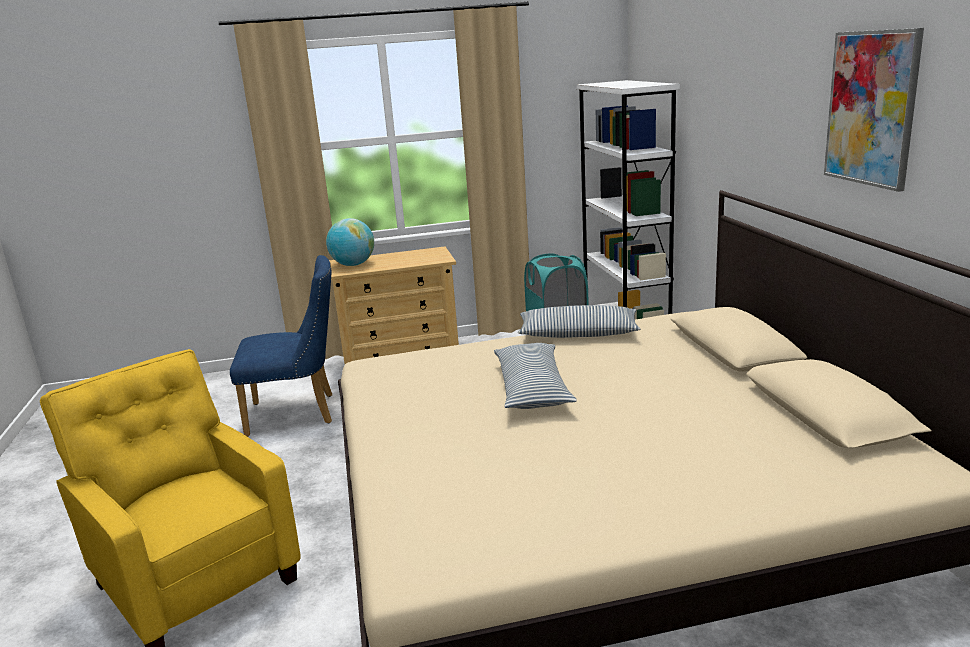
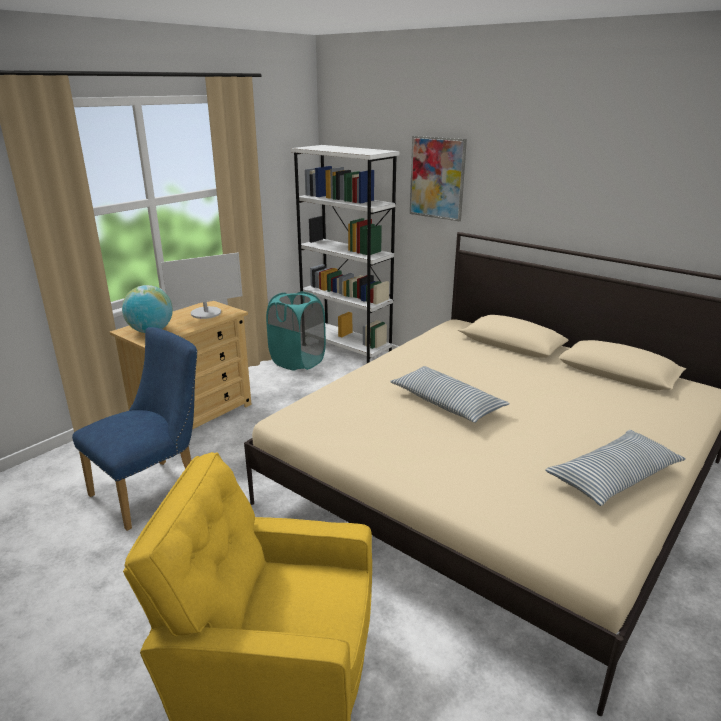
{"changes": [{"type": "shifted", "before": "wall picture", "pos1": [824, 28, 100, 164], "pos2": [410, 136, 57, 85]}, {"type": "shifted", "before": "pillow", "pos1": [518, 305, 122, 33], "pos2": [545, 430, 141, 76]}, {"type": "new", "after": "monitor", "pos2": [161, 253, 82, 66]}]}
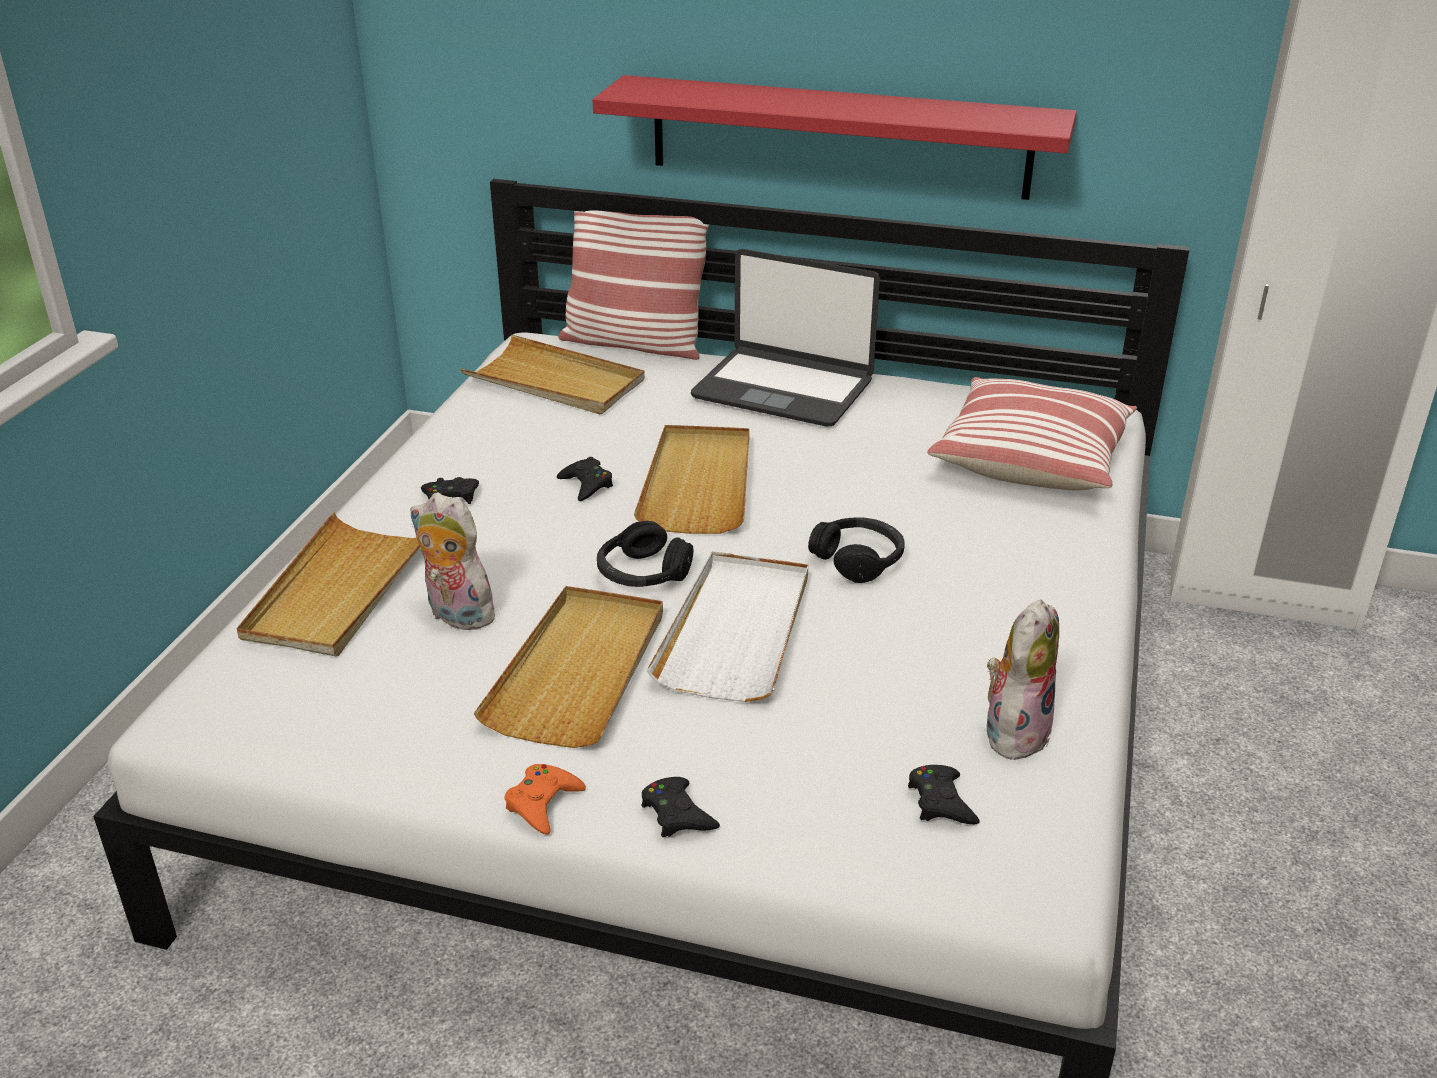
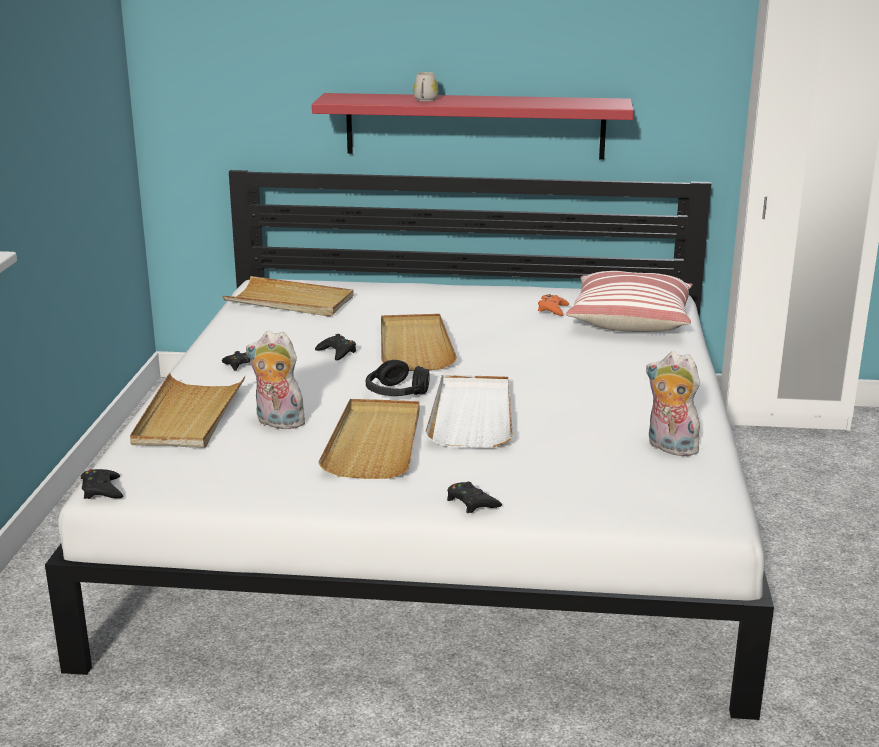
{"changes": [{"type": "gone", "before": "pillow", "pos1": [558, 210, 151, 150]}, {"type": "gone", "before": "laptop", "pos1": [691, 249, 189, 178]}, {"type": "gone", "before": "headphones/black", "pos1": [808, 517, 97, 66]}, {"type": "rotated", "before": "soft toy", "pos1": [987, 599, 72, 161], "pos2": [646, 352, 54, 104], "turn": -75}, {"type": "shifted", "before": "gamepad/orange", "pos1": [504, 764, 82, 71], "pos2": [538, 294, 31, 22]}, {"type": "shifted", "before": "gamepad/black", "pos1": [908, 765, 72, 60], "pos2": [81, 469, 42, 30]}, {"type": "new", "after": "tea mug/whitish", "pos2": [413, 72, 25, 29]}]}
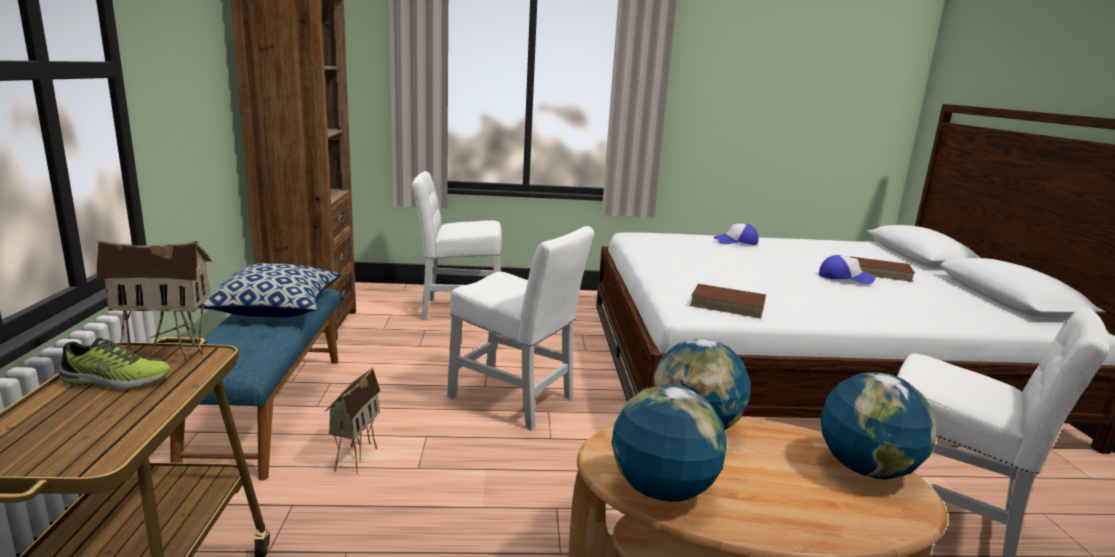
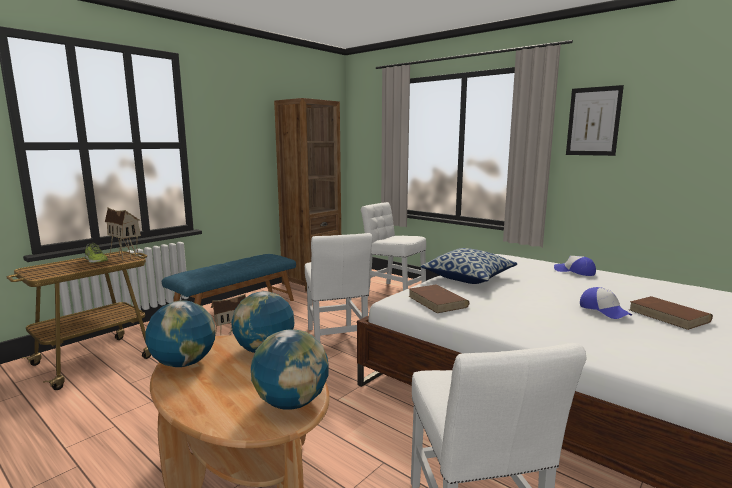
{"changes": [{"type": "shifted", "before": "pillow", "pos1": [199, 263, 142, 55], "pos2": [420, 248, 98, 36]}, {"type": "new", "after": "wall picture", "pos2": [566, 85, 58, 71]}]}
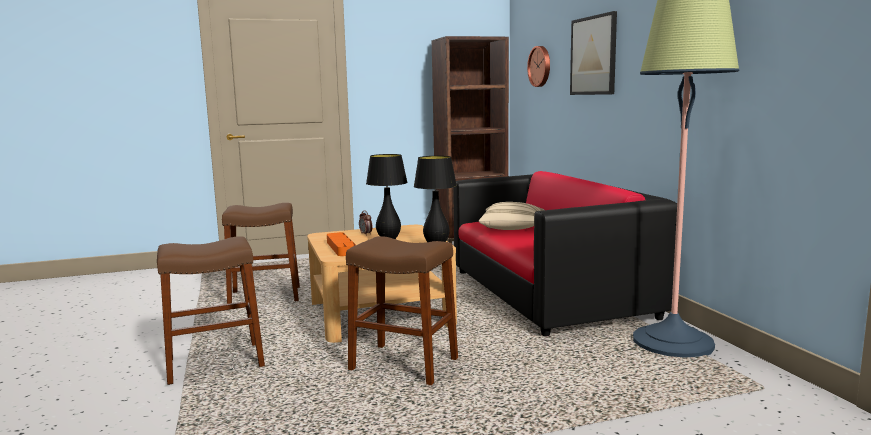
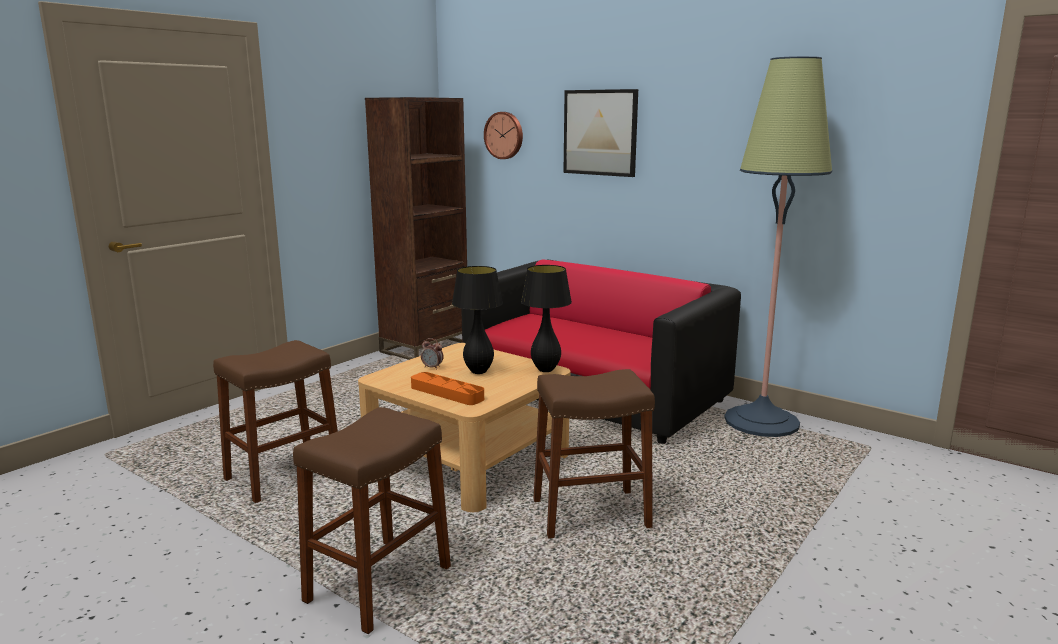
{"changes": [{"type": "gone", "before": "pillow/beige", "pos1": [479, 202, 65, 28]}]}
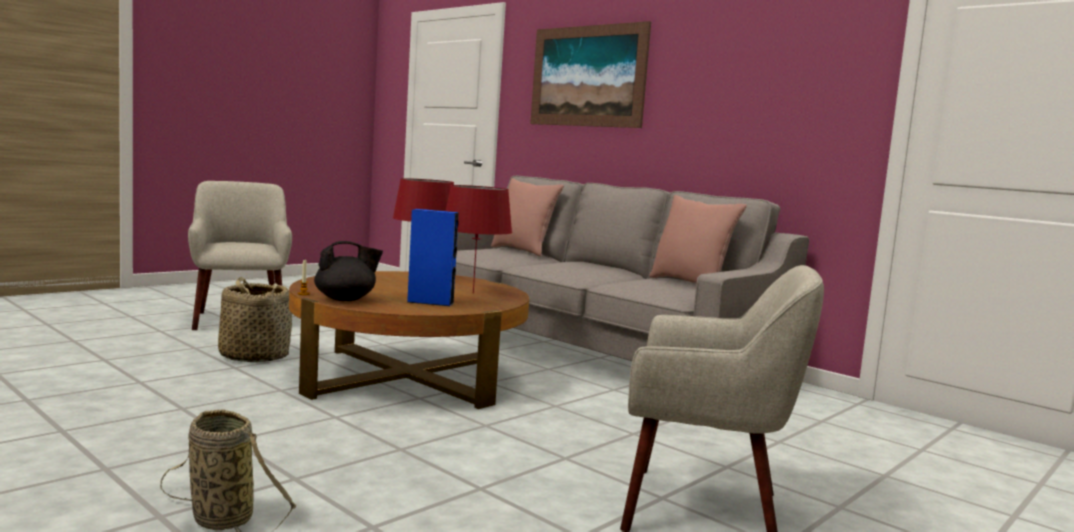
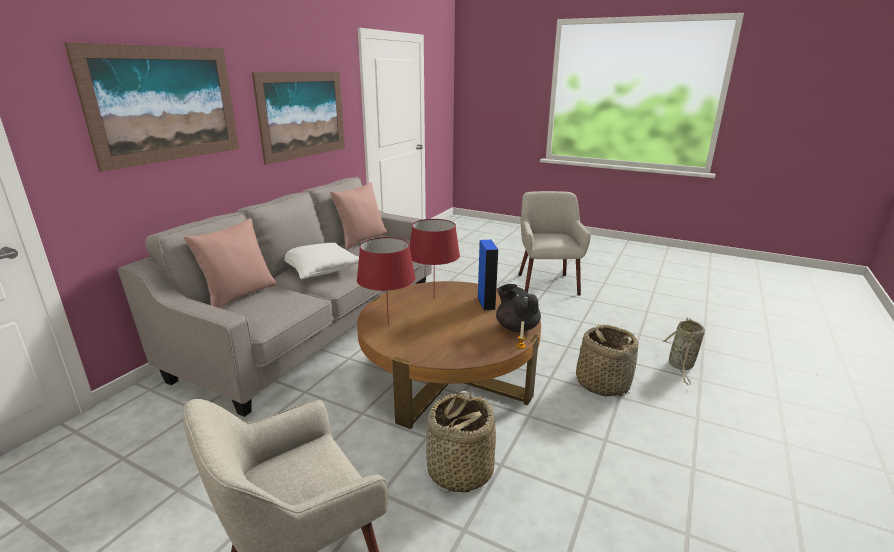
{"changes": [{"type": "new", "after": "wall picture", "pos2": [252, 72, 93, 93]}, {"type": "new", "after": "pillow/whitish", "pos2": [284, 243, 75, 36]}, {"type": "new", "after": "household basket", "pos2": [576, 324, 63, 72]}]}
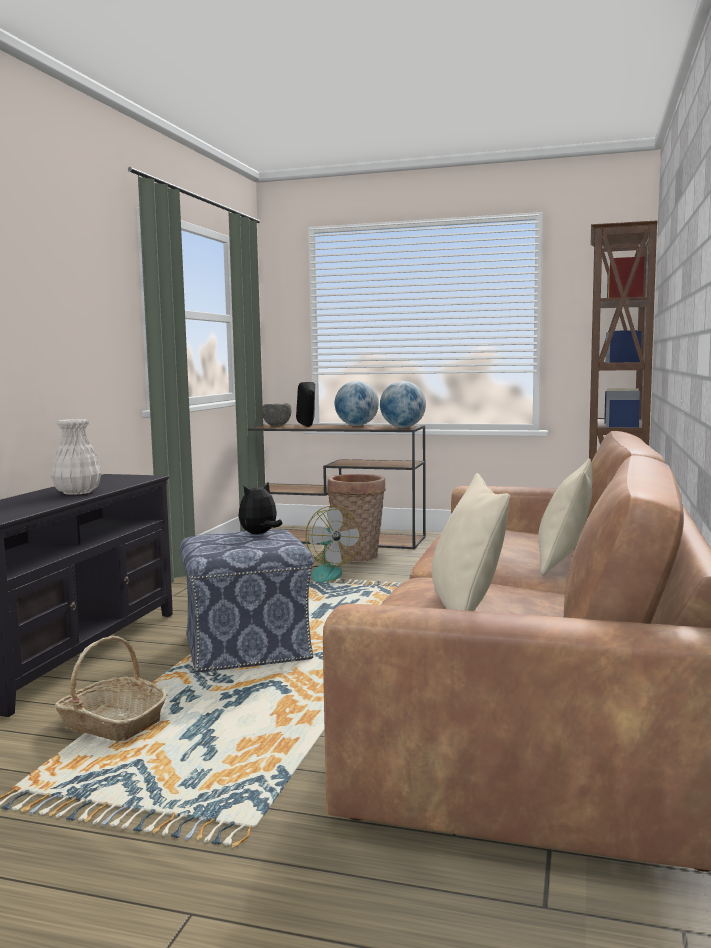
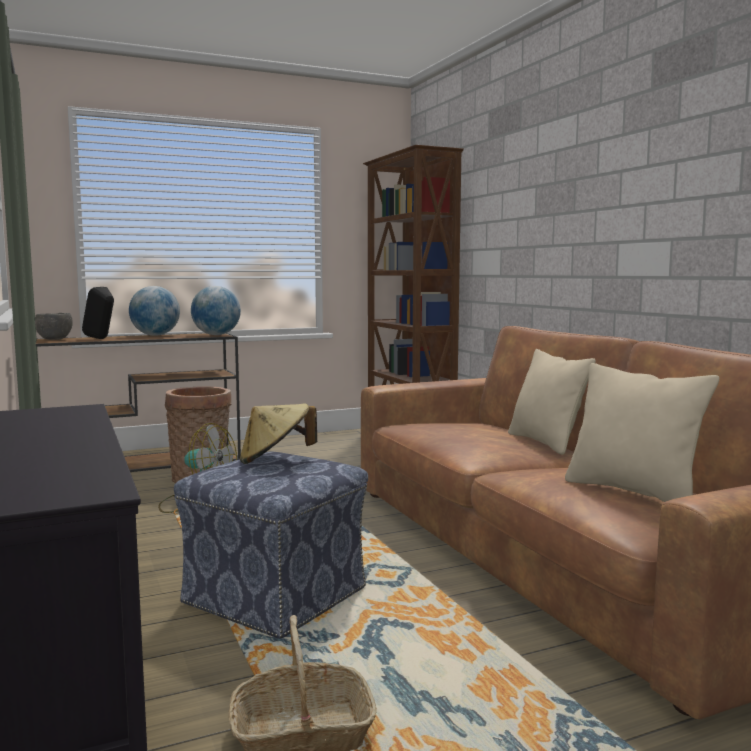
{"changes": [{"type": "gone", "before": "vase/whitish", "pos1": [51, 419, 51, 76]}, {"type": "swapped", "before": "soft toy", "after": "clothing hat/beige", "pos1": [238, 482, 45, 52], "pos2": [240, 403, 77, 61]}]}
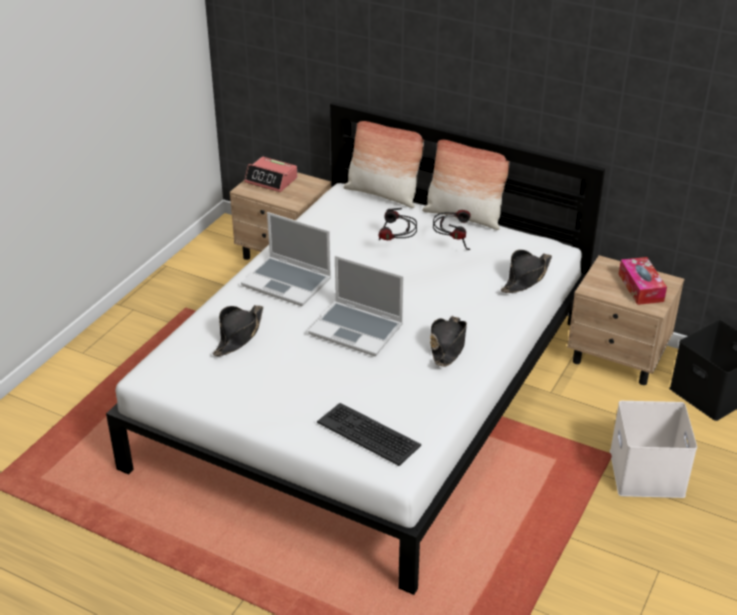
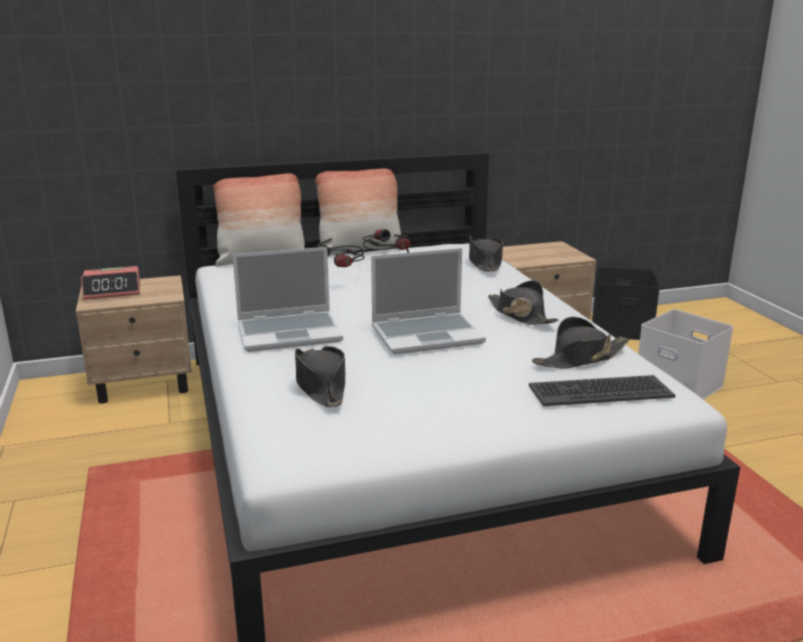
{"changes": [{"type": "gone", "before": "box of tissues", "pos1": [619, 257, 48, 48]}, {"type": "new", "after": "clothing hat/black", "pos2": [532, 317, 97, 51]}]}
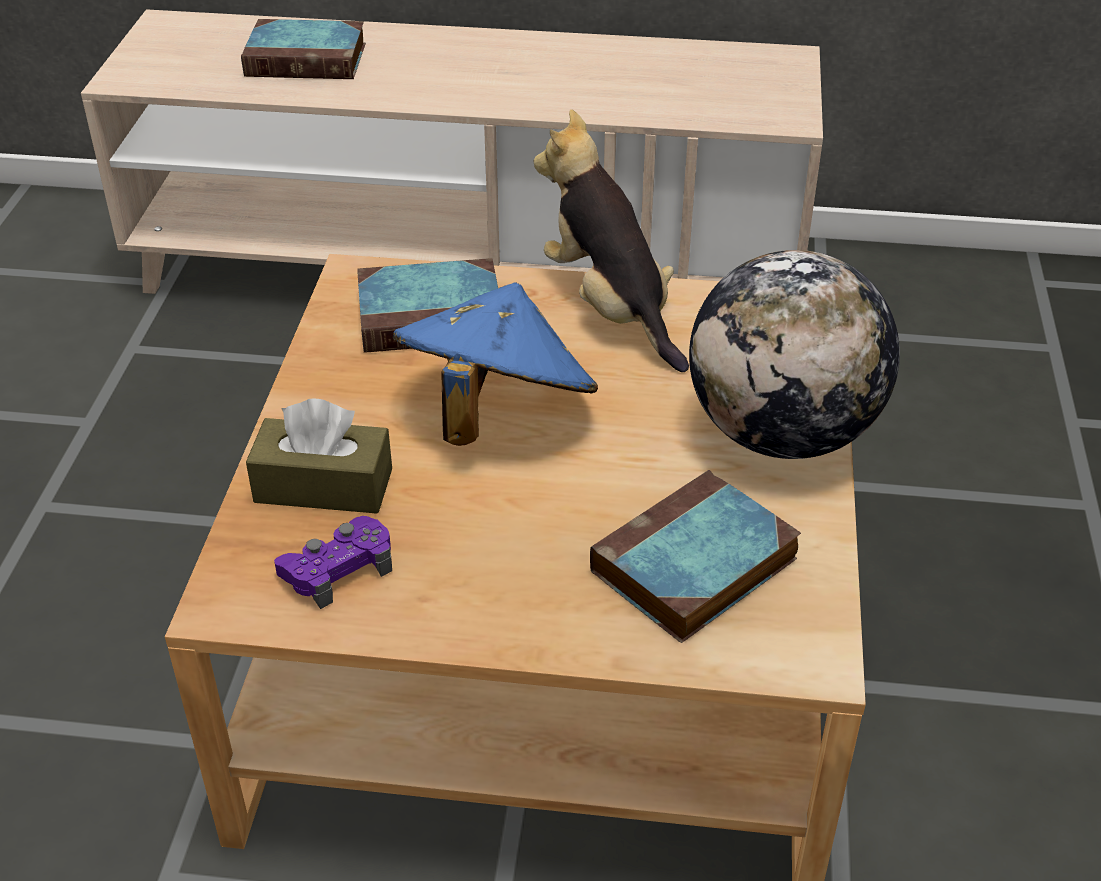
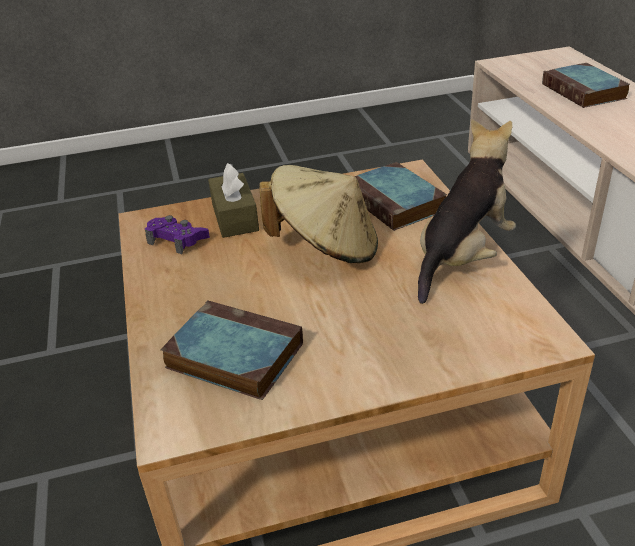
{"changes": [{"type": "gone", "before": "desk globe", "pos1": [689, 250, 211, 209]}, {"type": "repainted", "before": "clothing hat/blue-coloured", "after": "clothing hat/beige", "pos1": [393, 282, 205, 164], "pos2": [260, 165, 118, 98]}]}
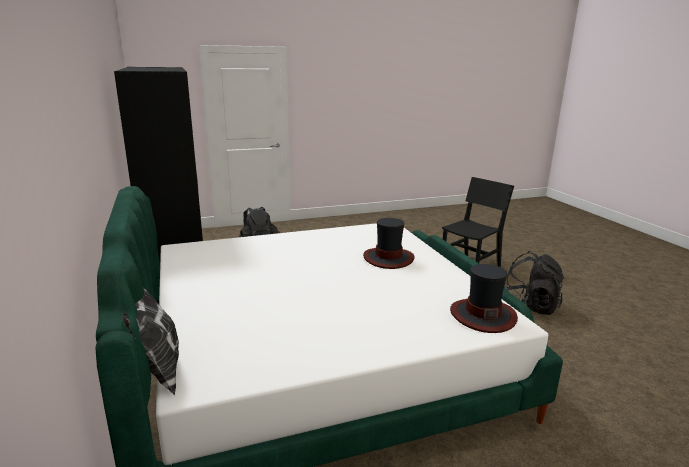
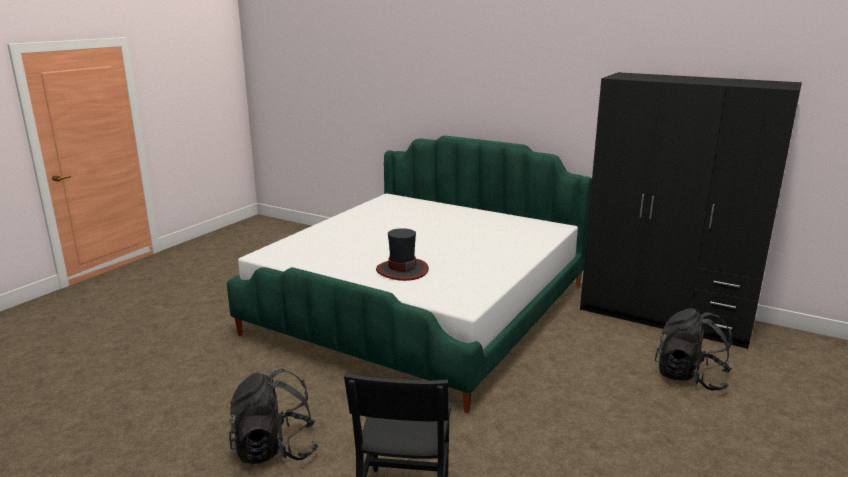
{"changes": [{"type": "gone", "before": "clothing hat", "pos1": [450, 264, 68, 69]}, {"type": "gone", "before": "pillow", "pos1": [122, 287, 57, 108]}]}
